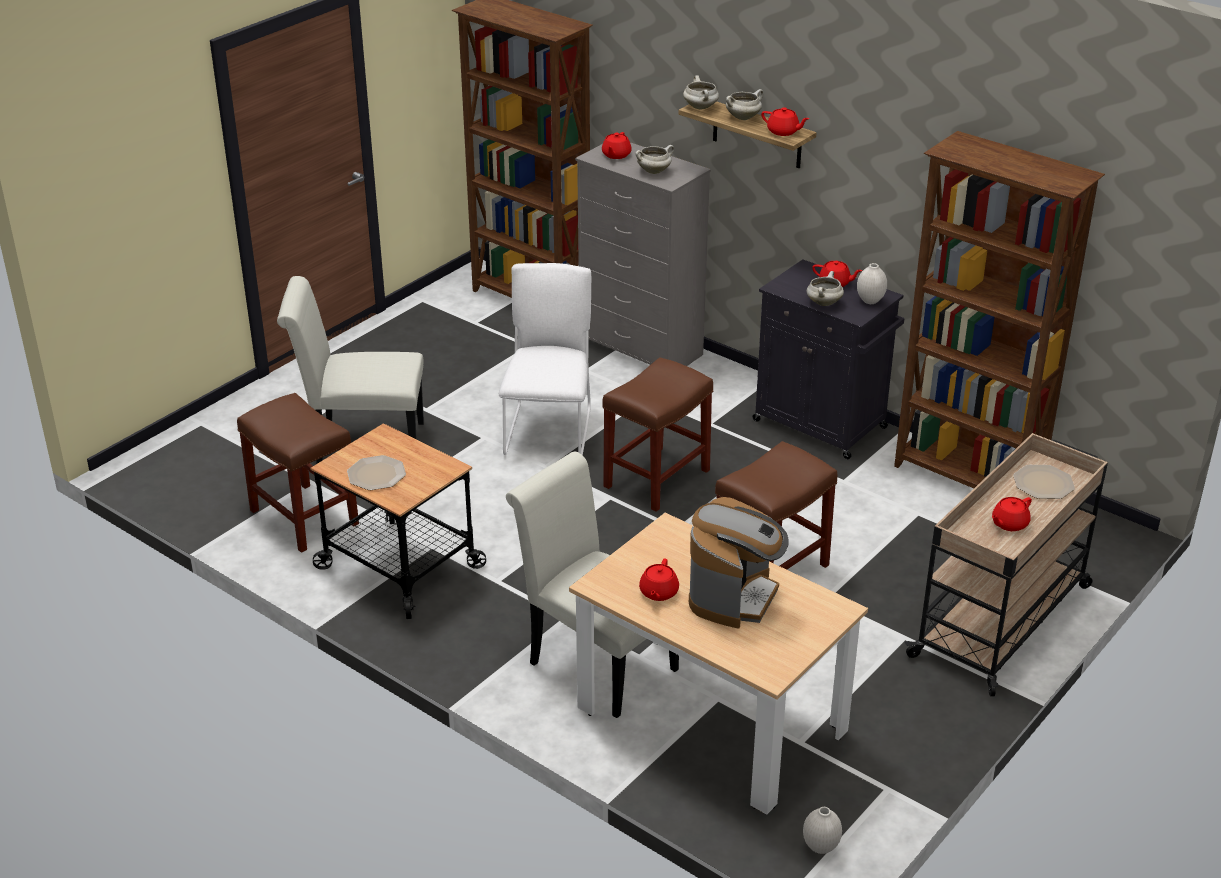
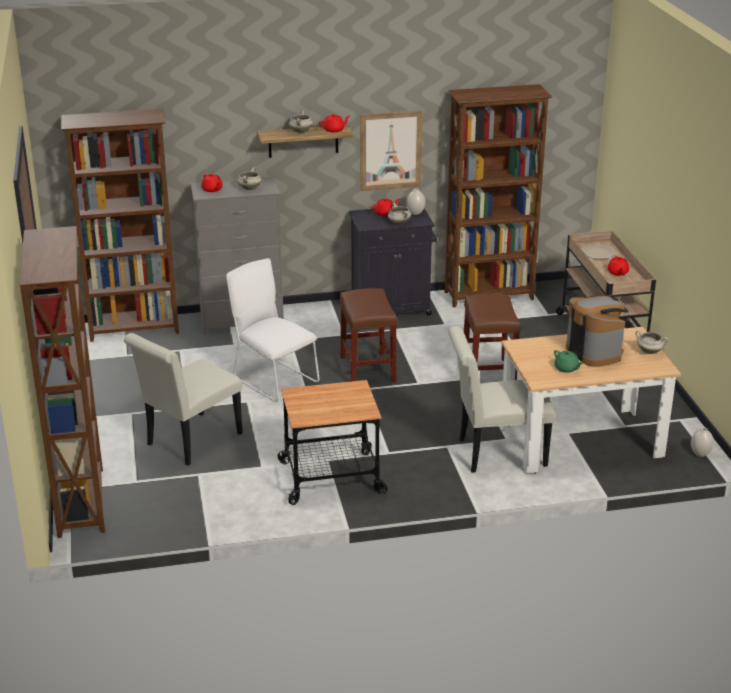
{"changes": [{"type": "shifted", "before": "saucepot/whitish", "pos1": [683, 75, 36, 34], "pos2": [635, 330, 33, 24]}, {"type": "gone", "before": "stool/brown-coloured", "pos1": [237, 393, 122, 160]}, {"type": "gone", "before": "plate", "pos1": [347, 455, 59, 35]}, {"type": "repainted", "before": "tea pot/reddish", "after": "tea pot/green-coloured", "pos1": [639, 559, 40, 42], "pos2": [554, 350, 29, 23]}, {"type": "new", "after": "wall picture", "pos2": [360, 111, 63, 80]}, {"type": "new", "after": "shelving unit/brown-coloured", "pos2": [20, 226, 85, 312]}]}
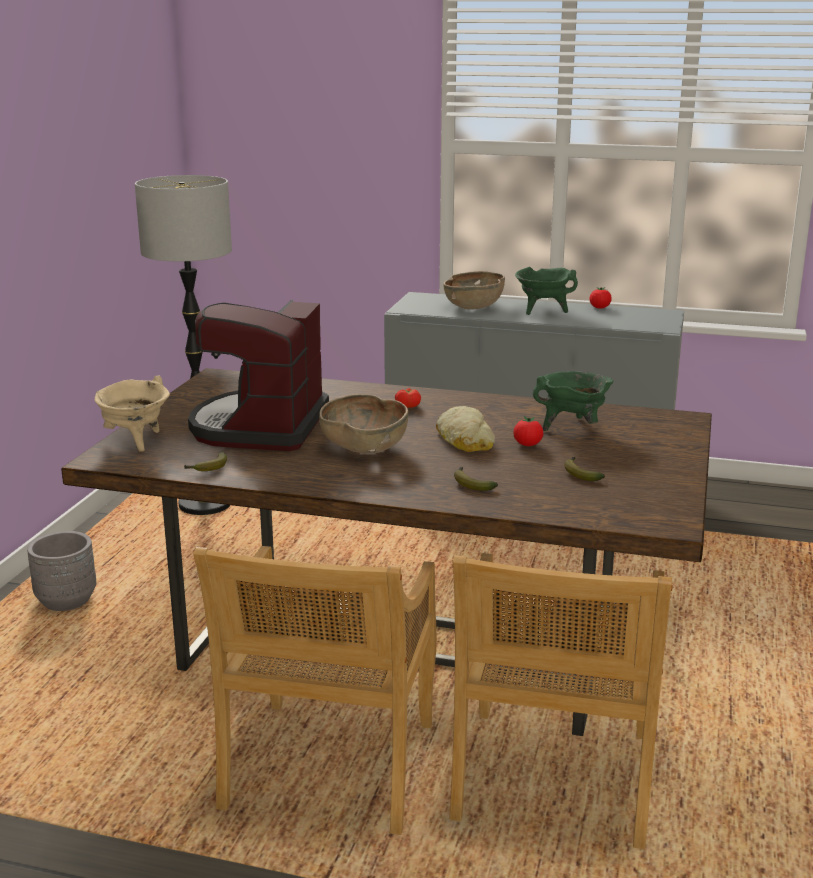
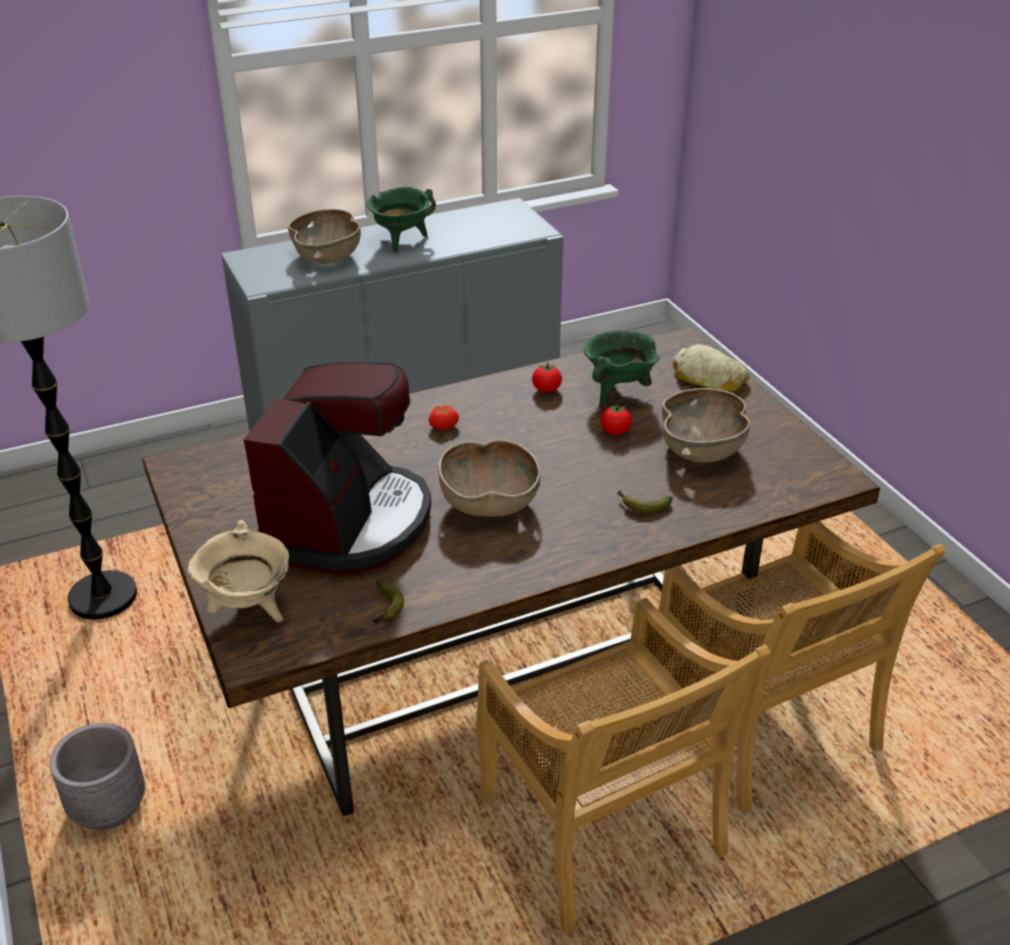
{"changes": [{"type": "shifted", "before": "tomato", "pos1": [589, 287, 23, 22], "pos2": [532, 362, 30, 31]}, {"type": "rotated", "before": "coffee brewer", "pos1": [188, 300, 141, 151], "pos2": [244, 362, 187, 212], "turn": -135}, {"type": "shifted", "before": "bread", "pos1": [436, 406, 59, 46], "pos2": [673, 344, 76, 47]}, {"type": "swapped", "before": "banana", "after": "serving bowl/brown-coloured", "pos1": [564, 457, 41, 24], "pos2": [662, 388, 88, 74]}]}
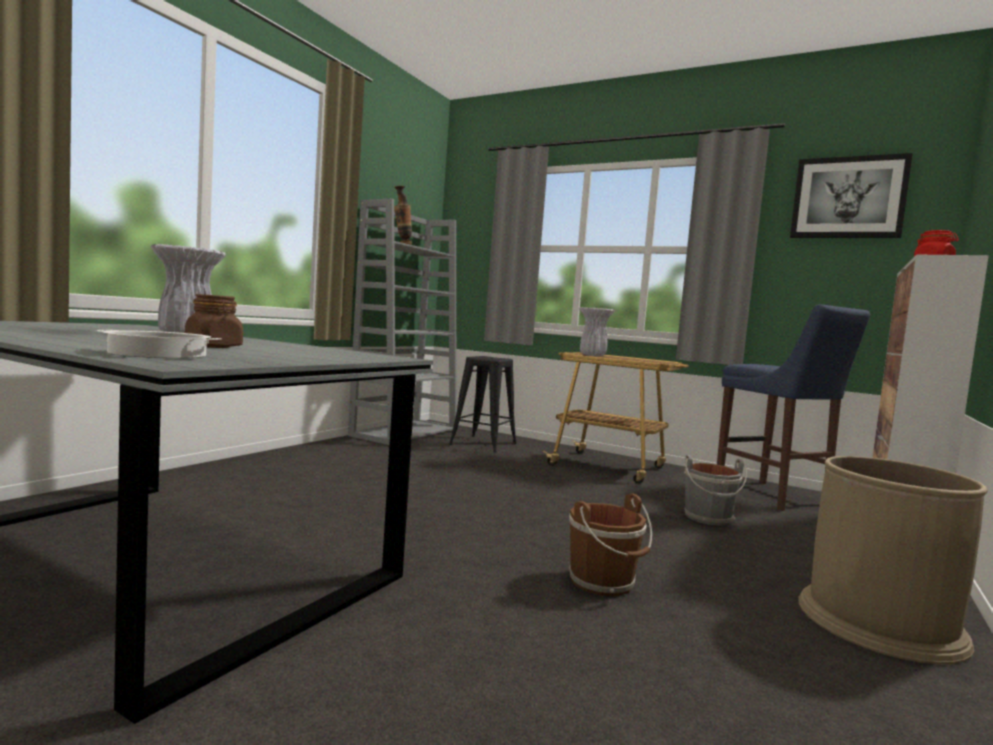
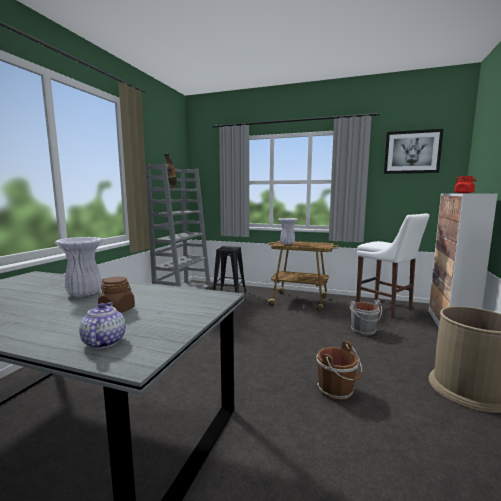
{"changes": [{"type": "repainted", "before": "stool/blue-coloured", "after": "stool/whitish", "pos1": [717, 304, 153, 207], "pos2": [356, 213, 73, 106]}, {"type": "swapped", "before": "saucepot", "after": "tea pot", "pos1": [95, 330, 127, 28], "pos2": [79, 302, 47, 47]}]}
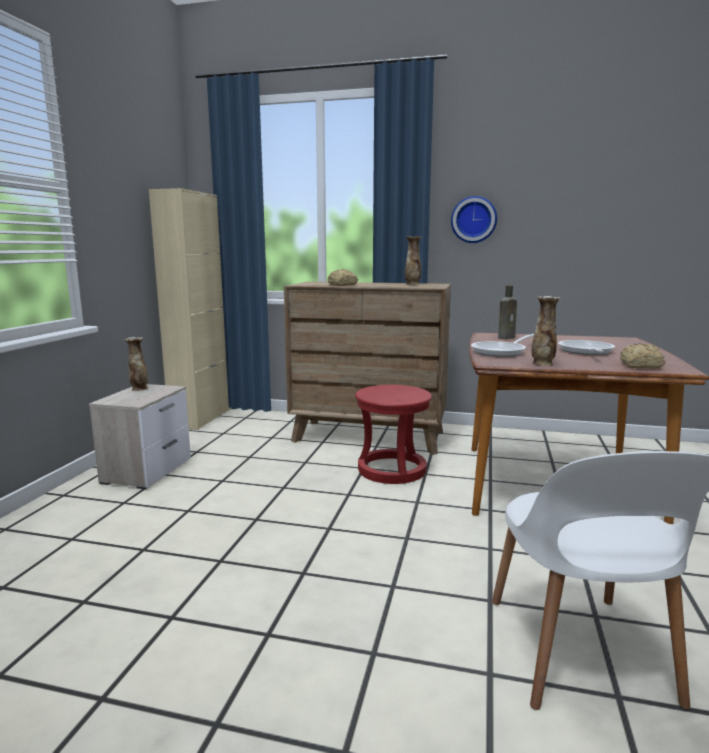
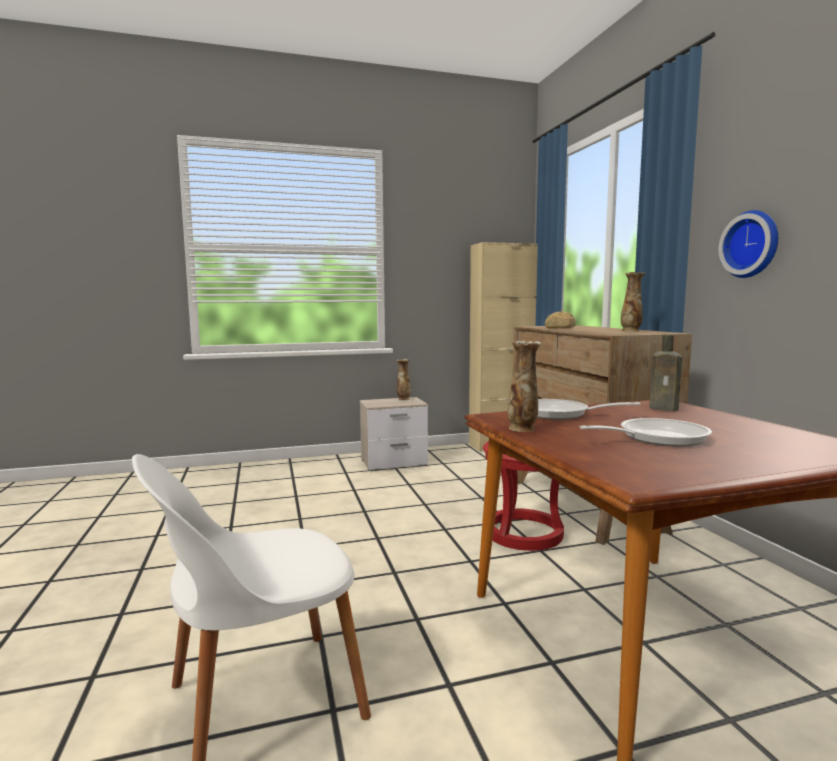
{"changes": [{"type": "gone", "before": "bread", "pos1": [620, 343, 45, 26]}]}
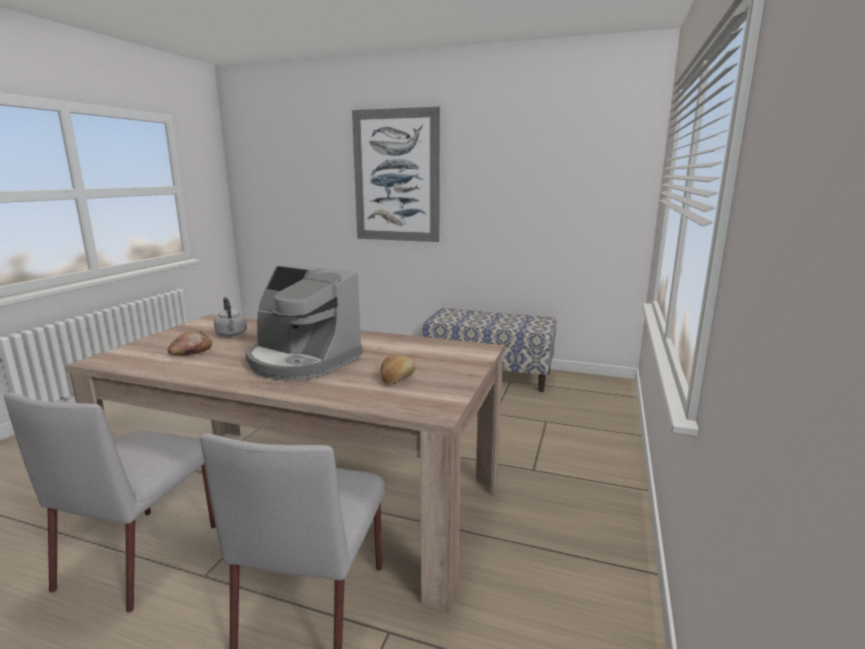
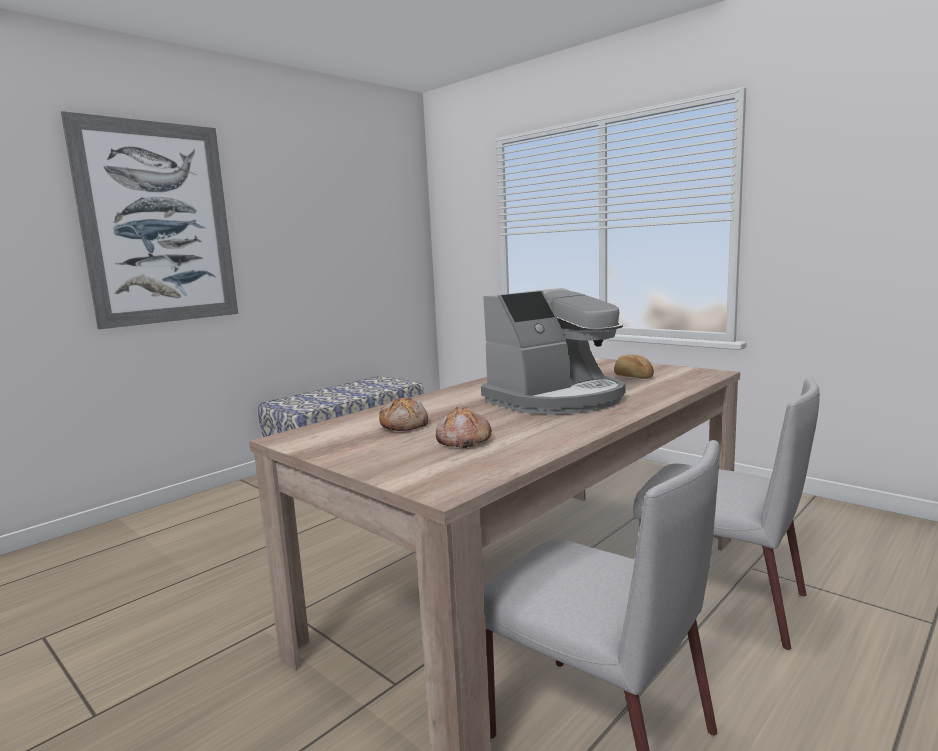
{"changes": [{"type": "swapped", "before": "kettle/greyish", "after": "bread", "pos1": [214, 297, 33, 39], "pos2": [379, 398, 49, 33]}]}
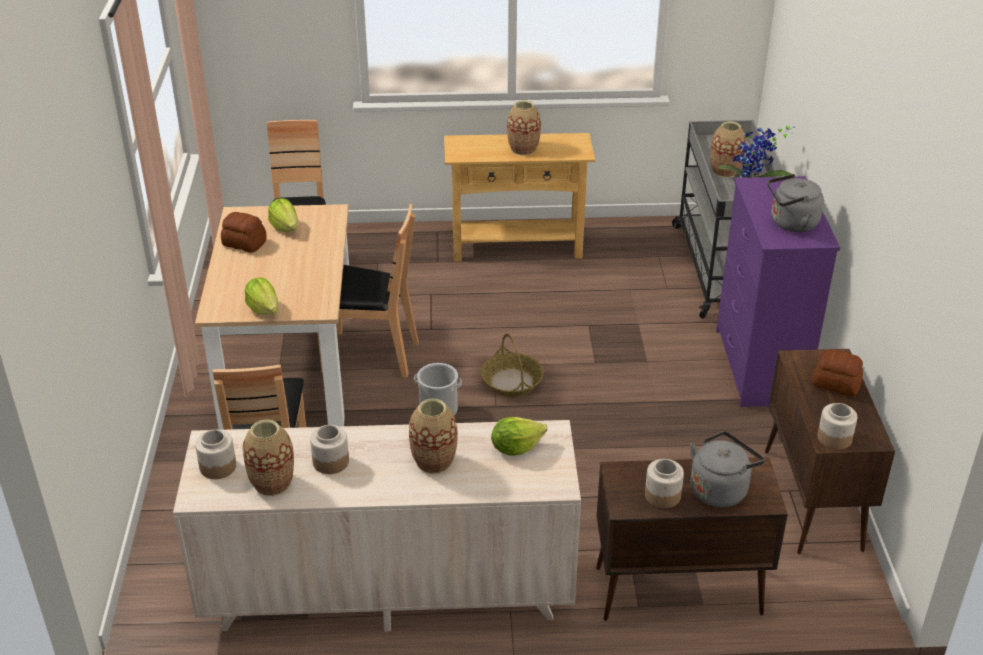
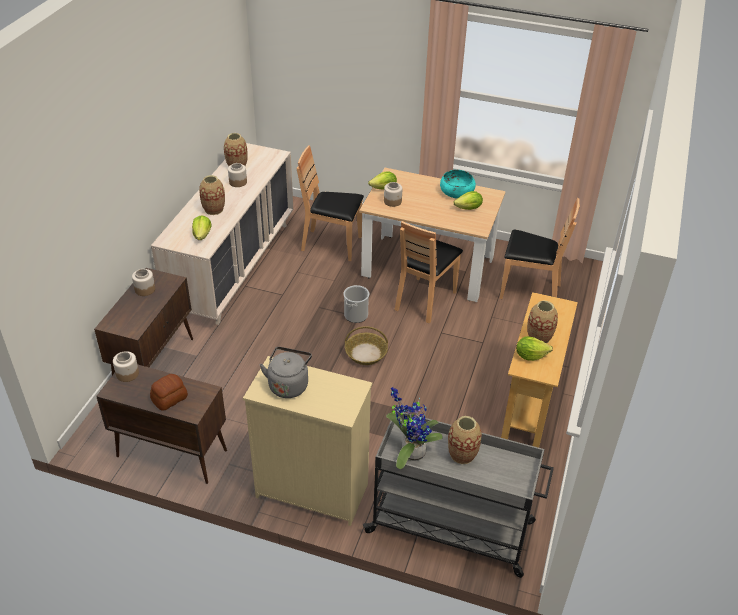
{"changes": [{"type": "repainted", "before": "drawer chest/purple", "after": "drawer chest/beige", "pos1": [716, 176, 124, 231], "pos2": [243, 356, 129, 170]}, {"type": "swapped", "before": "bread", "after": "serving bowl/turquoise", "pos1": [221, 212, 46, 41], "pos2": [440, 170, 36, 29]}, {"type": "shifted", "before": "storage jar", "pos1": [195, 430, 41, 49], "pos2": [384, 182, 18, 25]}, {"type": "gone", "before": "kettle/greyish", "pos1": [690, 431, 74, 76]}, {"type": "new", "after": "lettuce head", "pos2": [516, 336, 37, 25]}]}
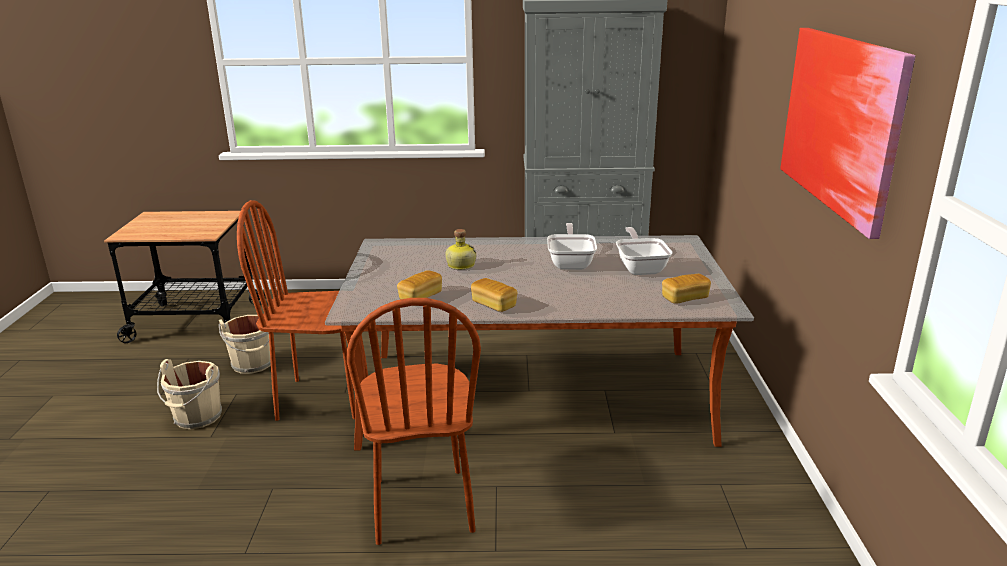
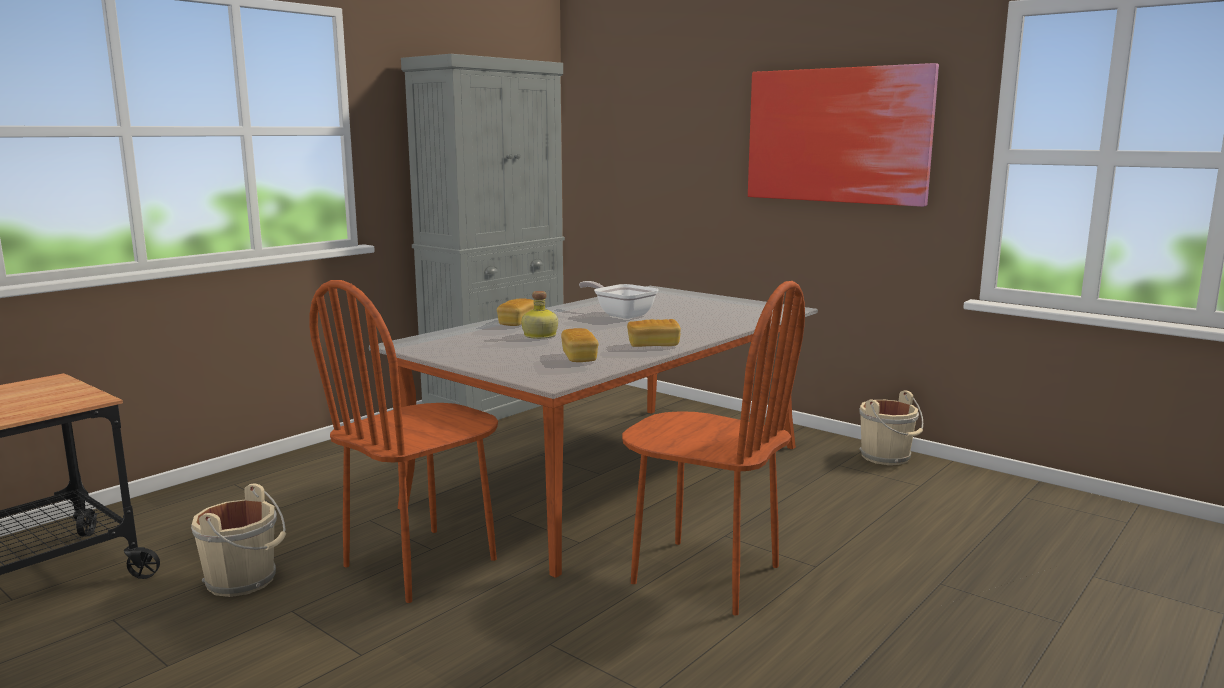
{"changes": [{"type": "gone", "before": "skillet", "pos1": [616, 227, 57, 48]}, {"type": "shifted", "before": "bread", "pos1": [662, 274, 49, 30], "pos2": [497, 299, 37, 27]}, {"type": "shifted", "before": "bucket/beige", "pos1": [157, 359, 65, 70], "pos2": [859, 390, 64, 75]}]}
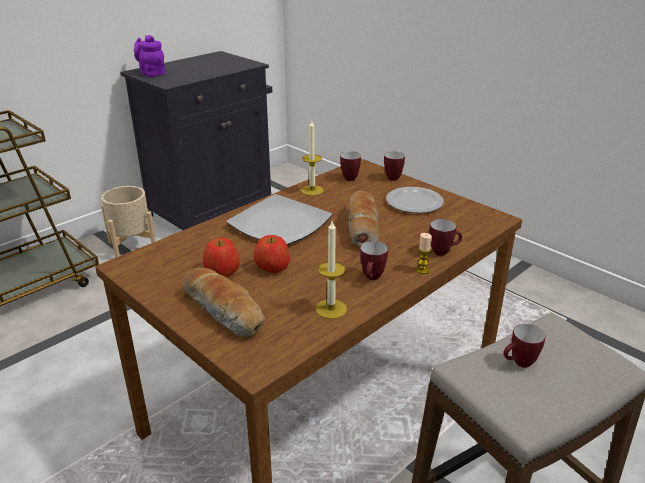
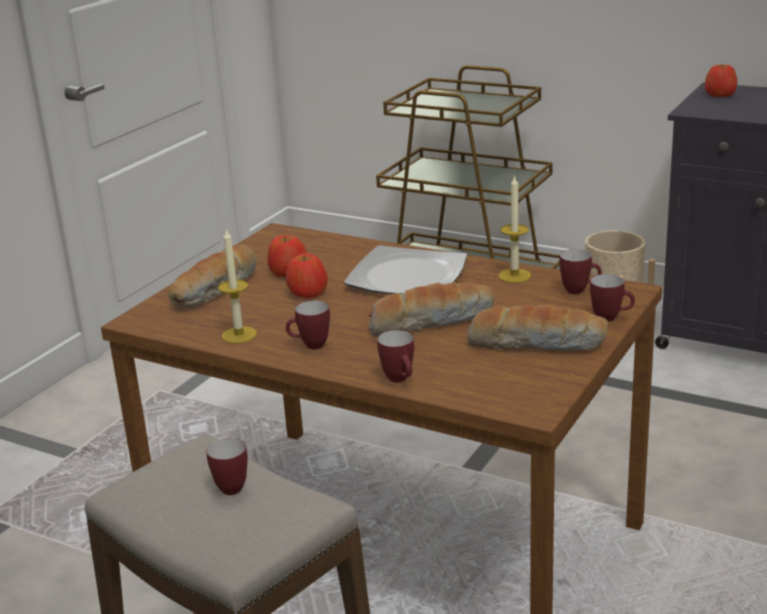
{"changes": [{"type": "swapped", "before": "tea pot/purple", "after": "apple", "pos1": [134, 35, 31, 42], "pos2": [705, 64, 32, 33]}, {"type": "swapped", "before": "plate", "after": "bread", "pos1": [386, 187, 58, 26], "pos2": [468, 304, 140, 47]}, {"type": "gone", "before": "candle", "pos1": [416, 233, 16, 41]}]}
